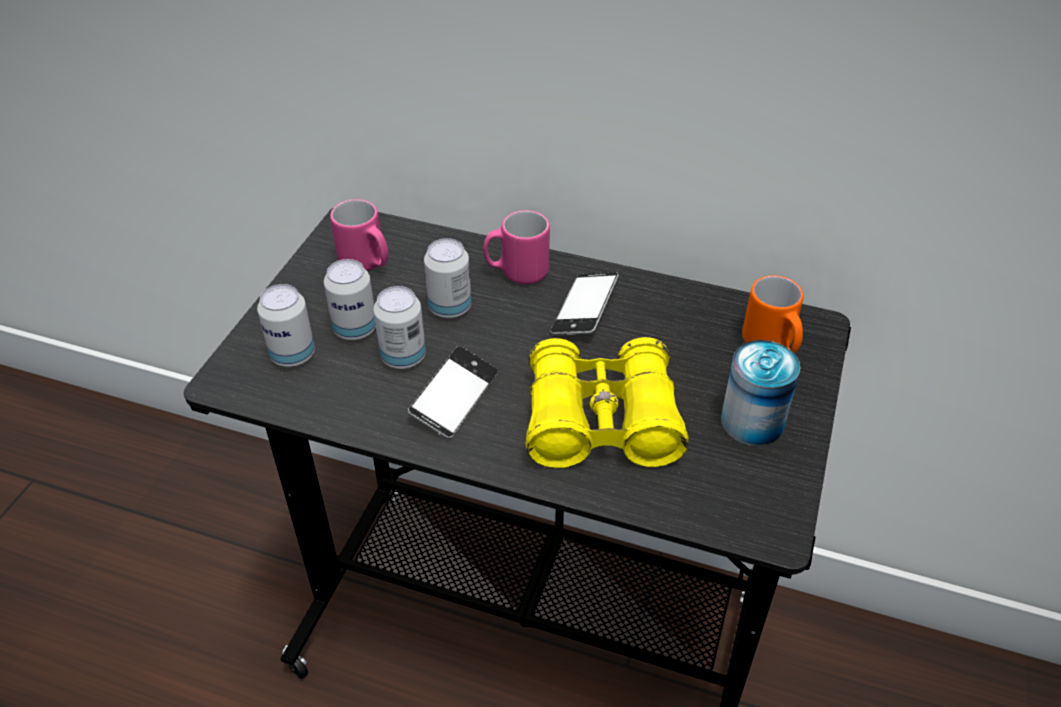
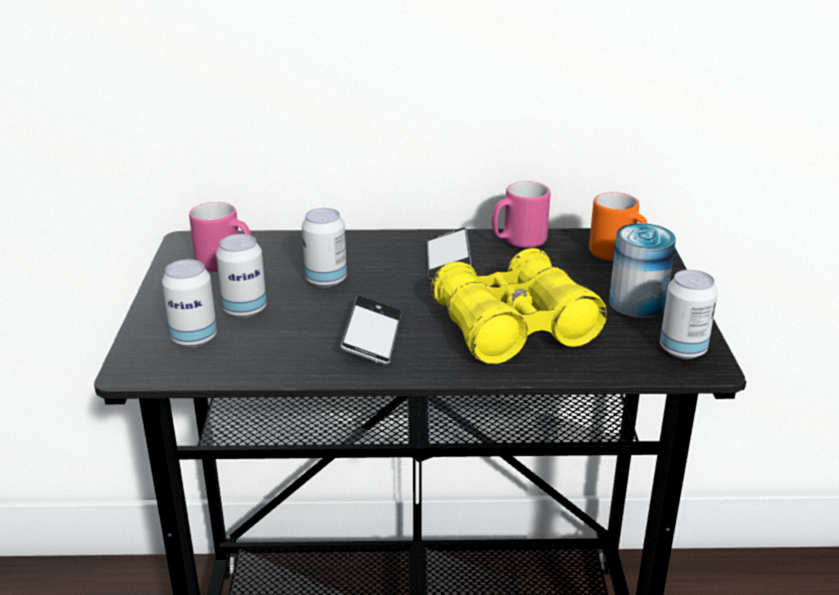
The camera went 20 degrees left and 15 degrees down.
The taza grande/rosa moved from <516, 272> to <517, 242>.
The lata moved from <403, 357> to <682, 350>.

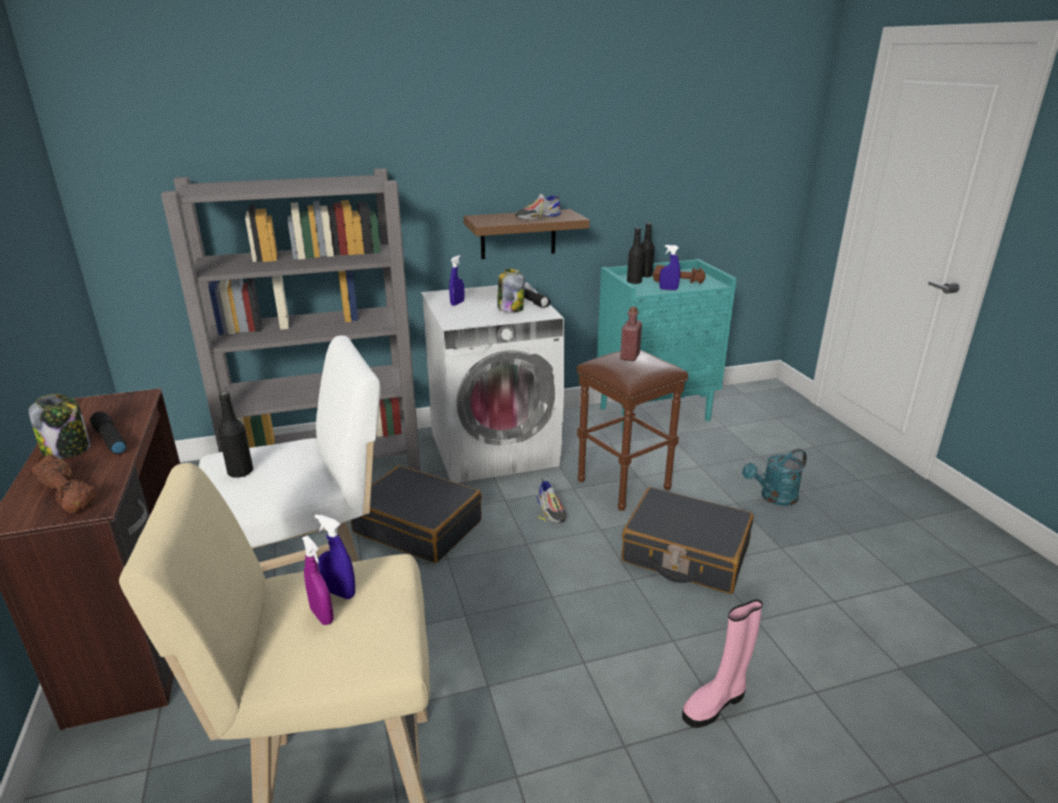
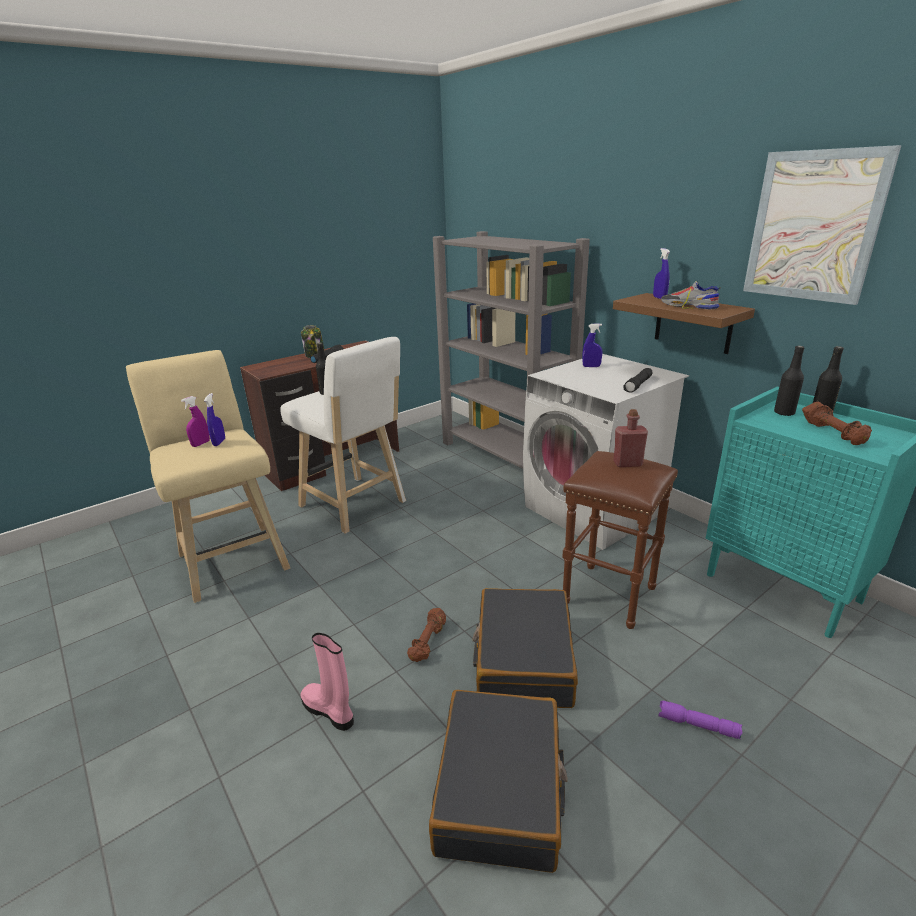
The camera went 70 degrees right and 0 degrees up.
The pulverizador/azul moved from <668, 289> to <659, 298>.
The tarro at <510, 309> disappeared.
The regadera/turquesa at <774, 498> was replaced by the linterna/morado at <697, 725>.
The mancuerna/marrón moved from <68, 495> to <428, 642>.
The maleta/negro moved from <418, 526> to <500, 789>.
The zapato at <551, 510> disappeared.
The cuadro at <813, 226> appeared.

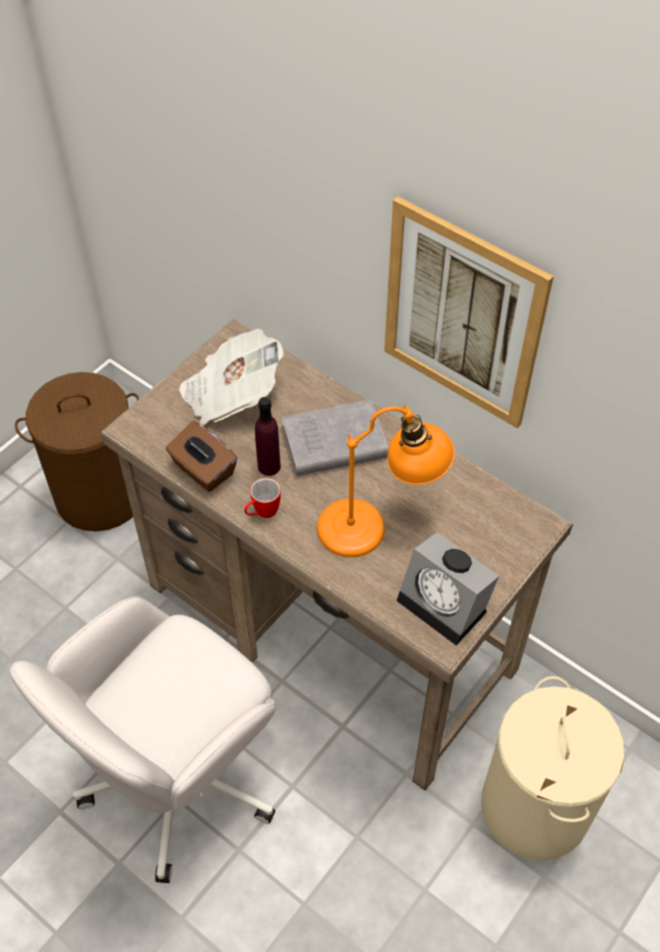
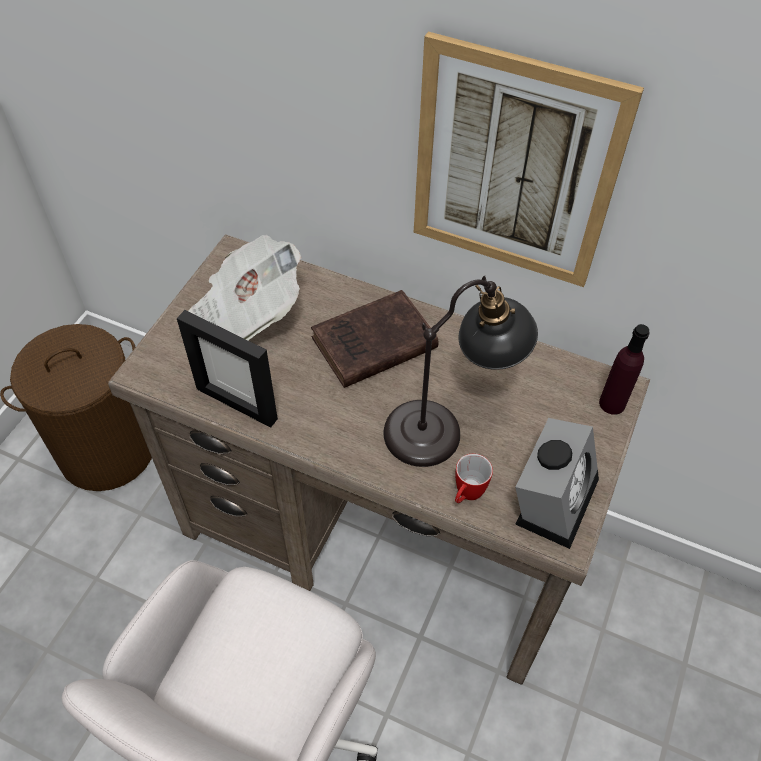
The camera went 15 degrees left and 0 degrees up.
The botella/morado moved from <269, 466> to <612, 403>.
The libro/gris at <331, 443> became the libro/marrón at <371, 345>.
The lámpara de mesa/naranja at <379, 520> became the lámpara de mesa/gris at <450, 418>.
The caja de pañuelos/marrón at <203, 470> was replaced by the portarretratos at <238, 402>.
The taza grande moved from <262, 513> to <466, 495>.
The despertador at <446, 604> turned 90 degrees counterclockwise.
The cesto de la ropa/beis at <535, 807> disappeared.

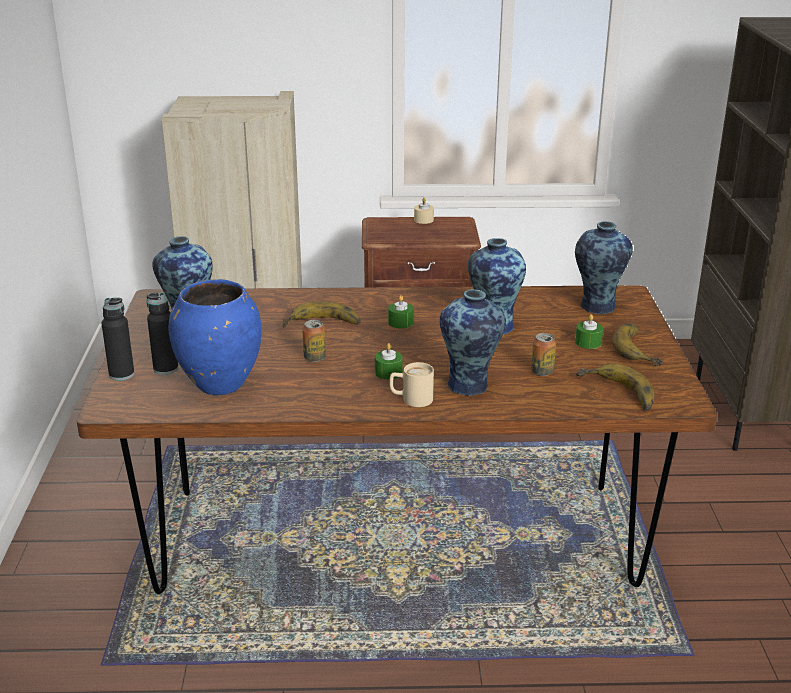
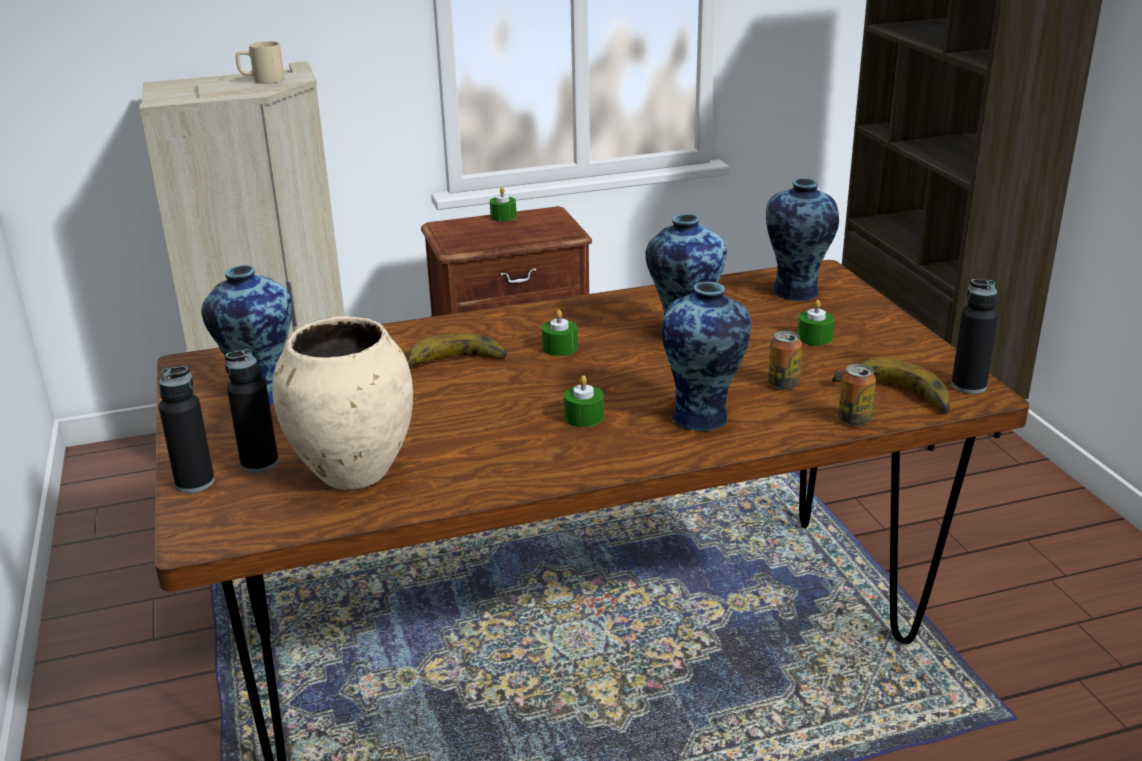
The camera went 15 degrees left and 0 degrees up.
The vela/beis at <423, 220> became the vela/verde at <503, 217>.
The florero/azul at <219, 385> became the florero/beis at <353, 474>.
The lata moved from <314, 358> to <854, 420>.
The plátano at <641, 349> disappeared.
The taza grande/beis moved from <411, 399> to <262, 80>.
The botella/negro at <968, 386> appeared.

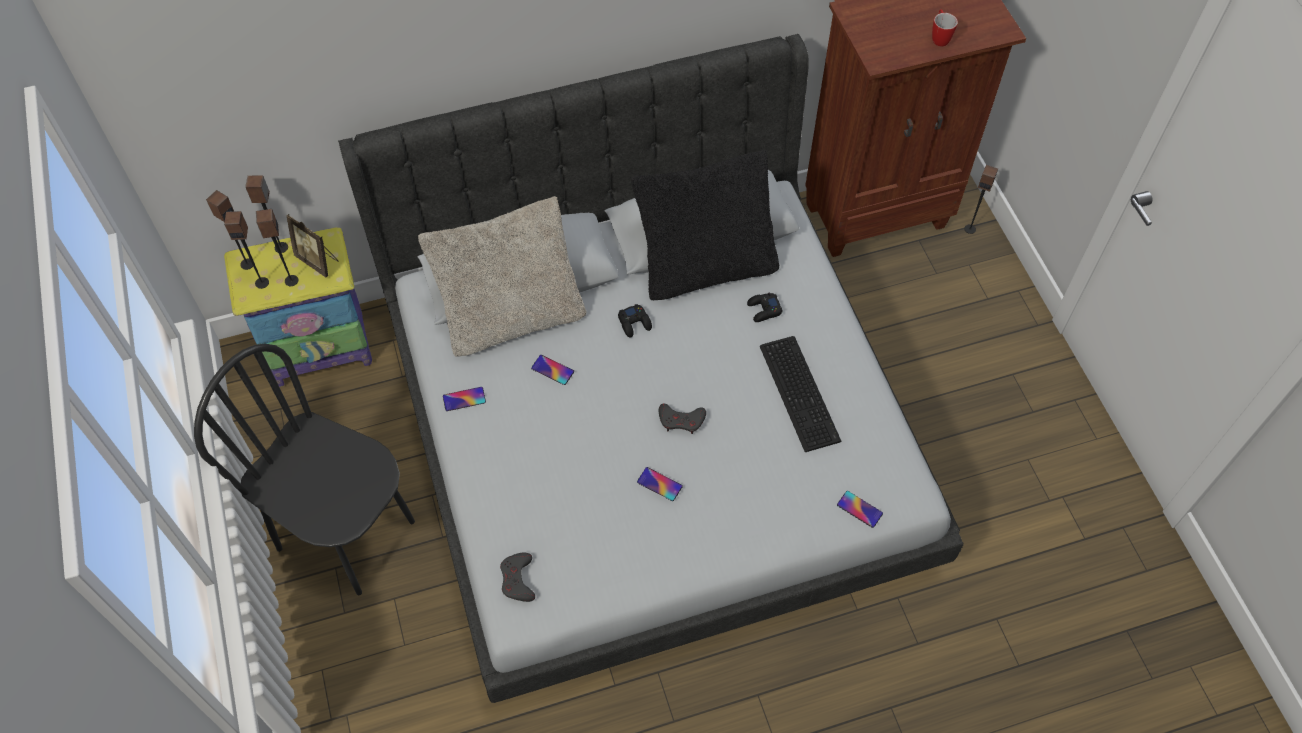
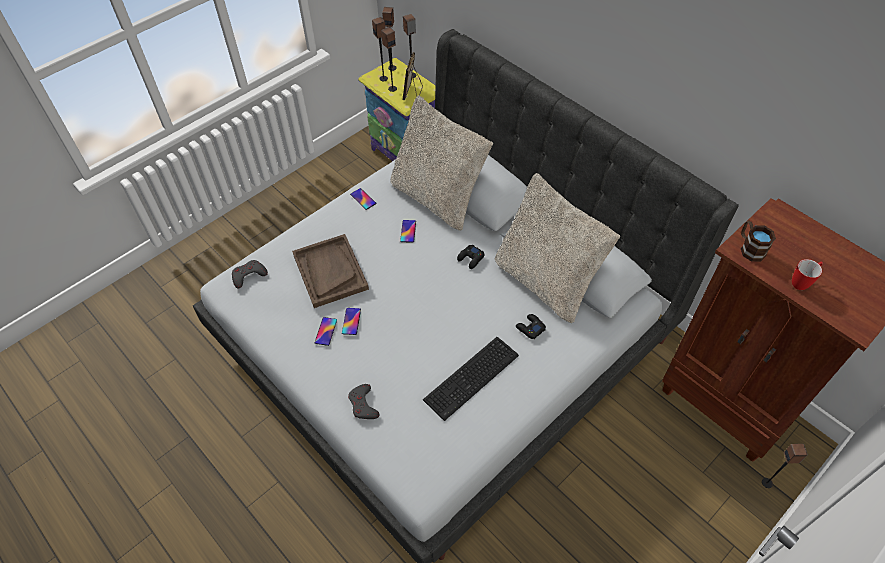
The camera went 65 degrees right and 5 degrees down.
The cojín/negro at <706, 264> became the cojín/beis at <546, 279>.
The silla/negro at <347, 534> disappeared.
The mando de consola/gris moved from <681, 420> to <363, 405>.
The móvil moved from <859, 509> to <326, 331>.
The taza grande/marrón at <749, 248> appeared.
The bandeja/marrón at <330, 271> appeared.

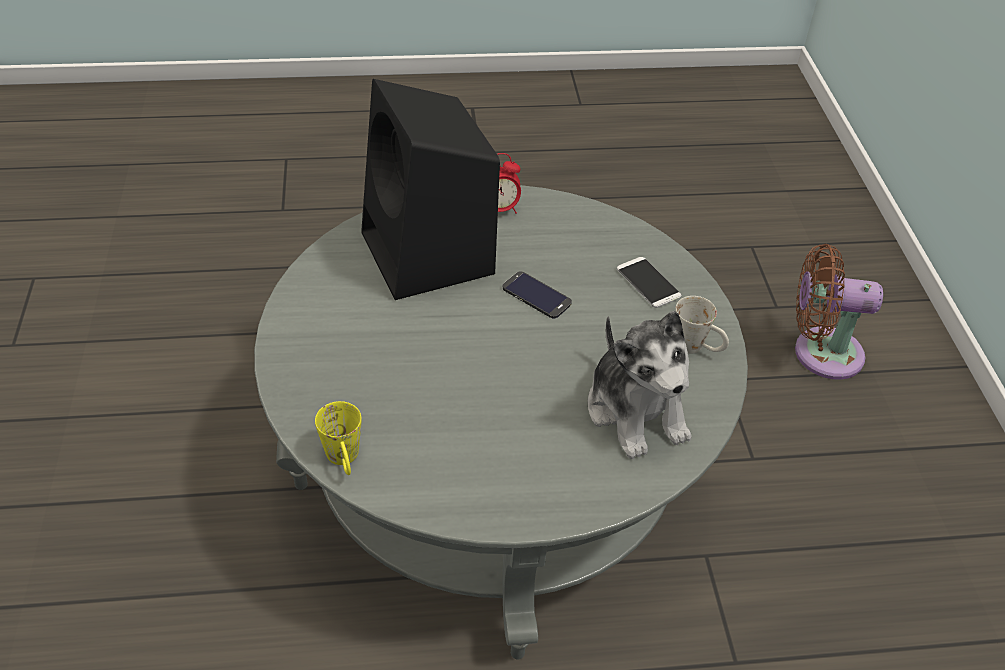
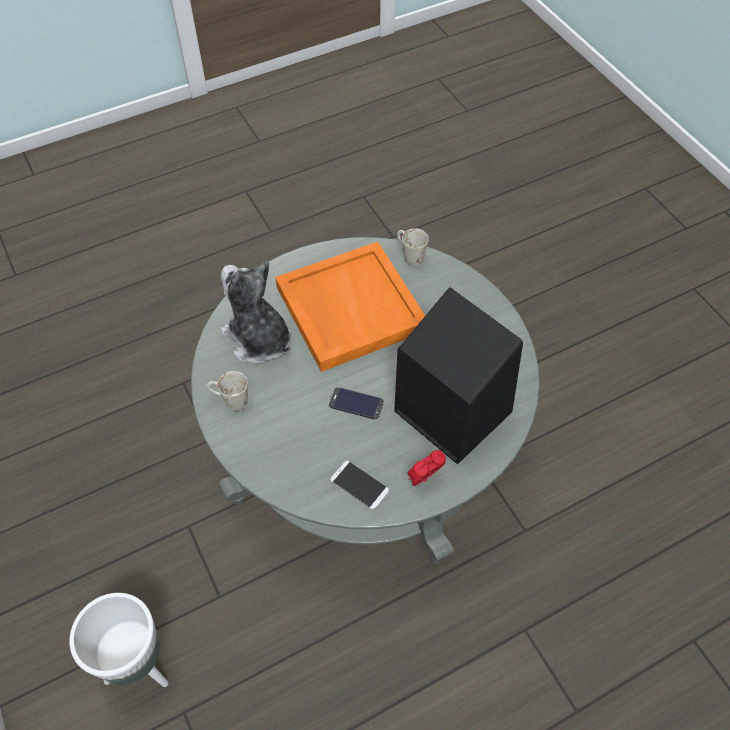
The camera went 160 degrees right and 10 degrees up.
The ventilador/marrón at <820, 352> was replaced by the maceta/blanco at <139, 665>.
The móvil moved from <648, 283> to <359, 485>.
The taza grande/amarillo at <345, 461> became the taza grande/blanco at <409, 255>.
The bandeja/naranja at <349, 308> appeared.

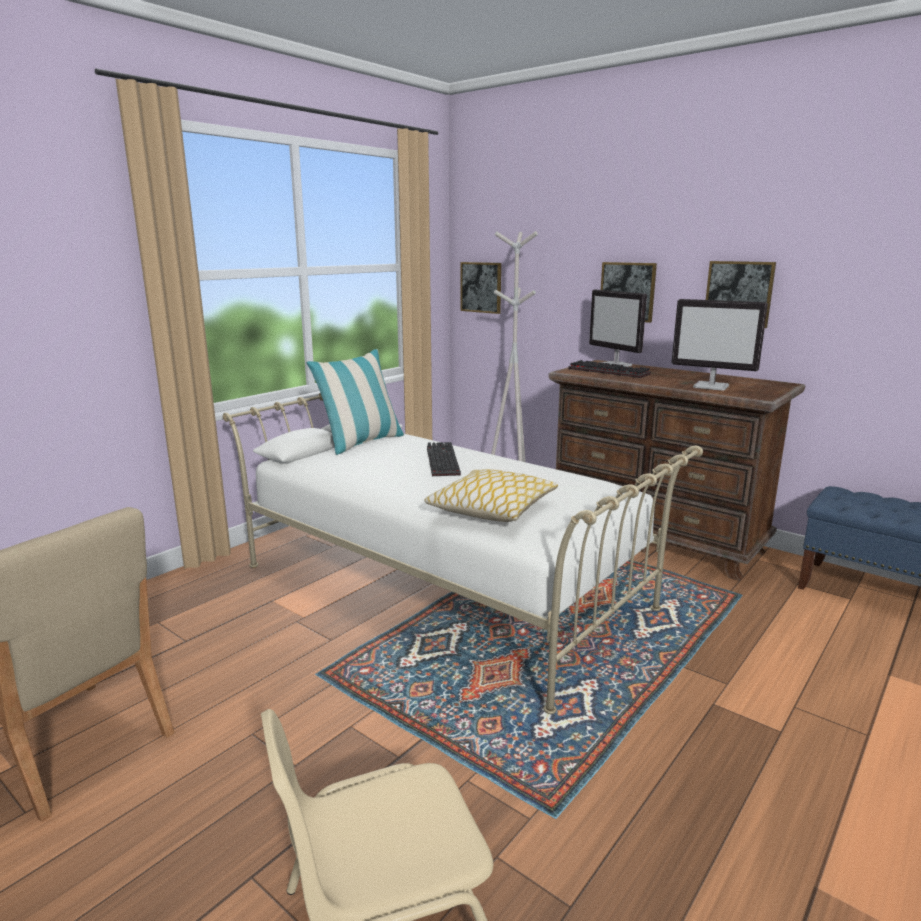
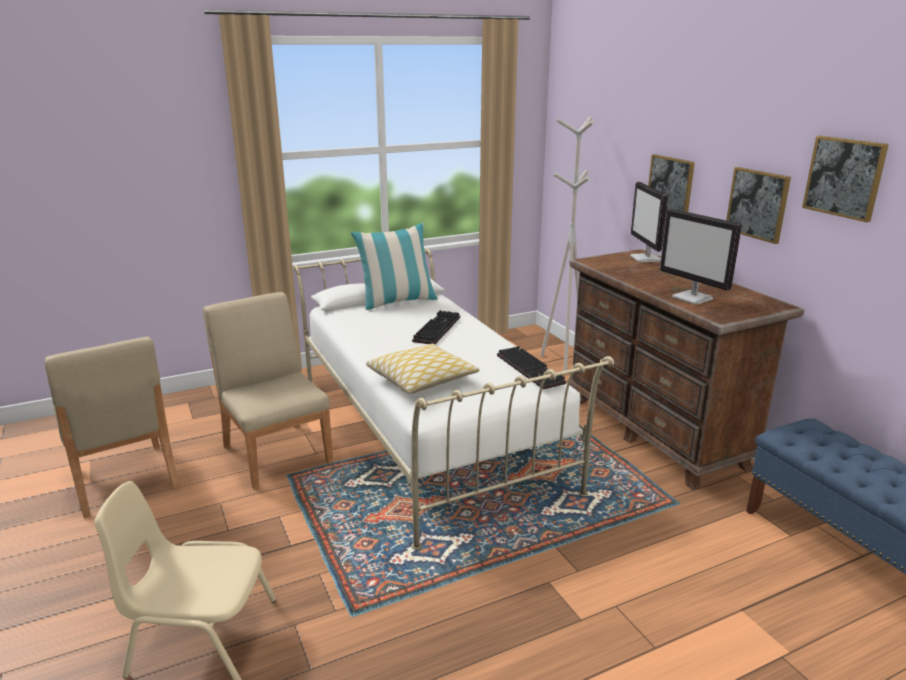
The camera went 25 degrees right and 5 degrees up.
The cuadro moved from <481, 287> to <844, 177>.
The teclado moved from <610, 371> to <532, 369>.
The silla/beis at <277, 453> appeared.

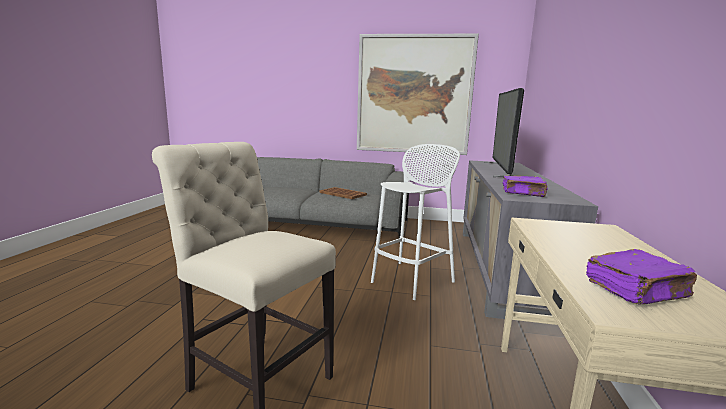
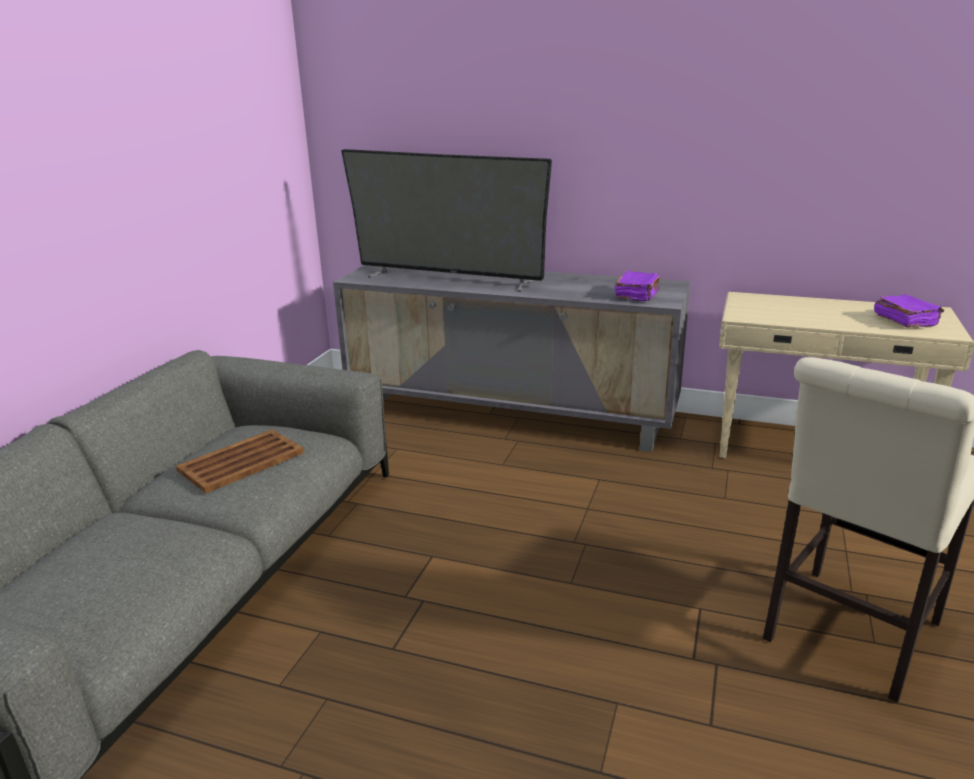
The camera went 80 degrees left and 10 degrees up.
The cuadro at <414, 95> disappeared.
The taburete/blanco at <411, 280> disappeared.

